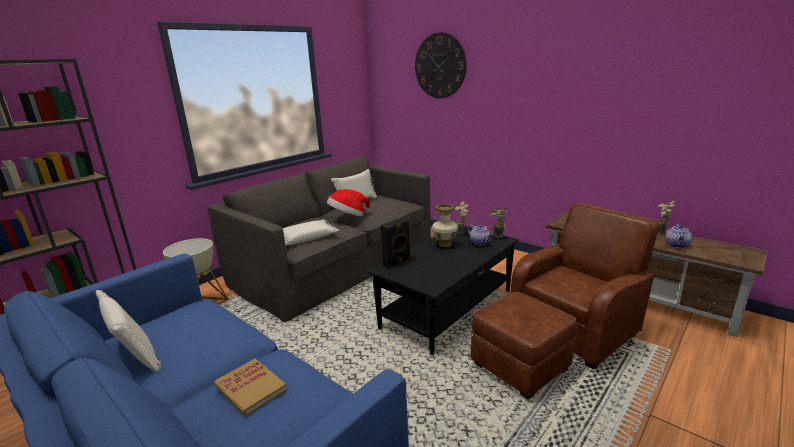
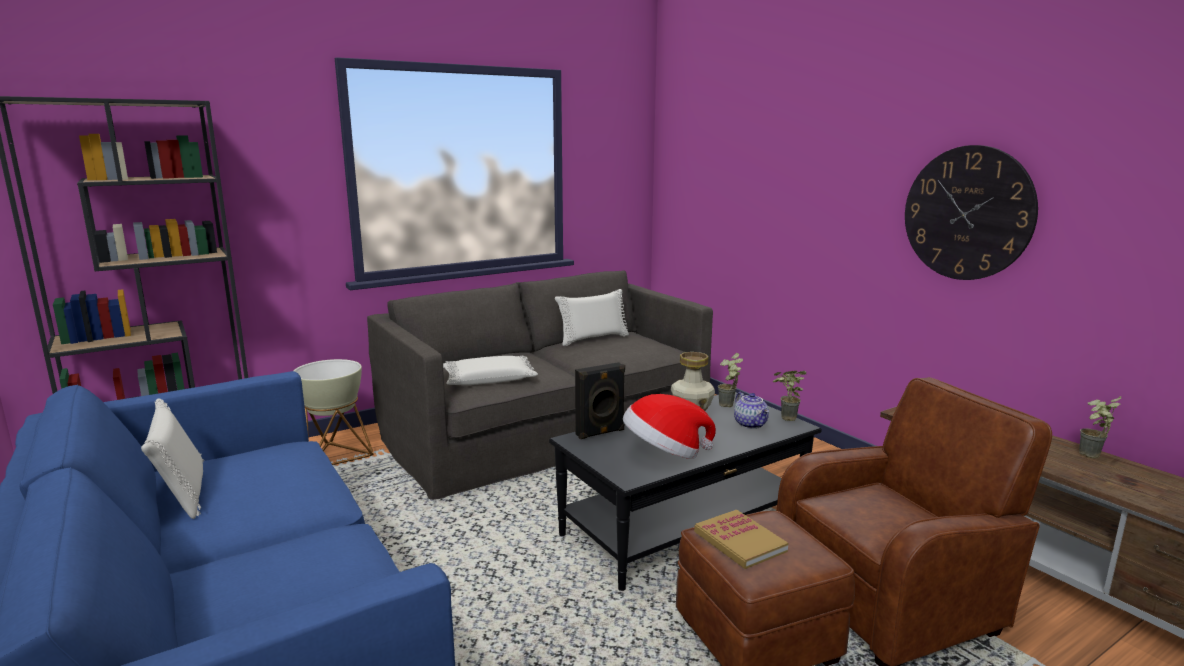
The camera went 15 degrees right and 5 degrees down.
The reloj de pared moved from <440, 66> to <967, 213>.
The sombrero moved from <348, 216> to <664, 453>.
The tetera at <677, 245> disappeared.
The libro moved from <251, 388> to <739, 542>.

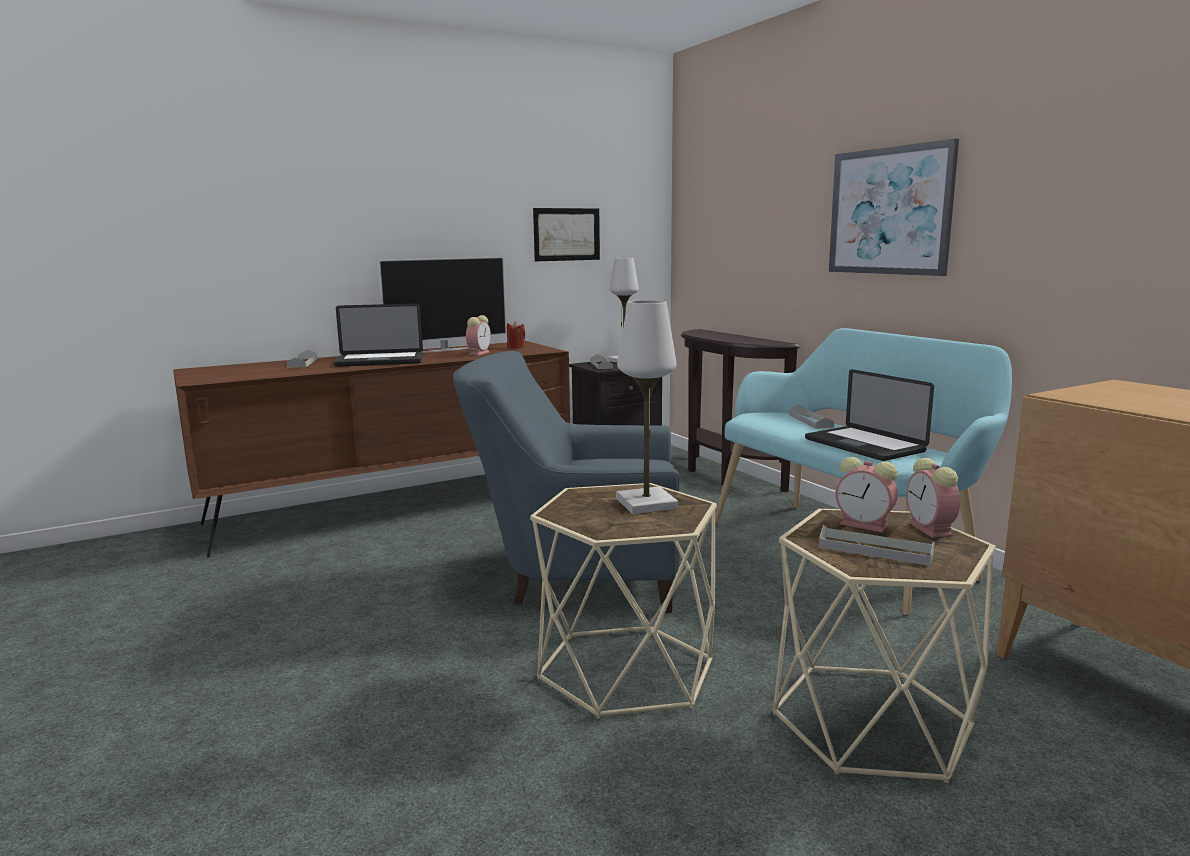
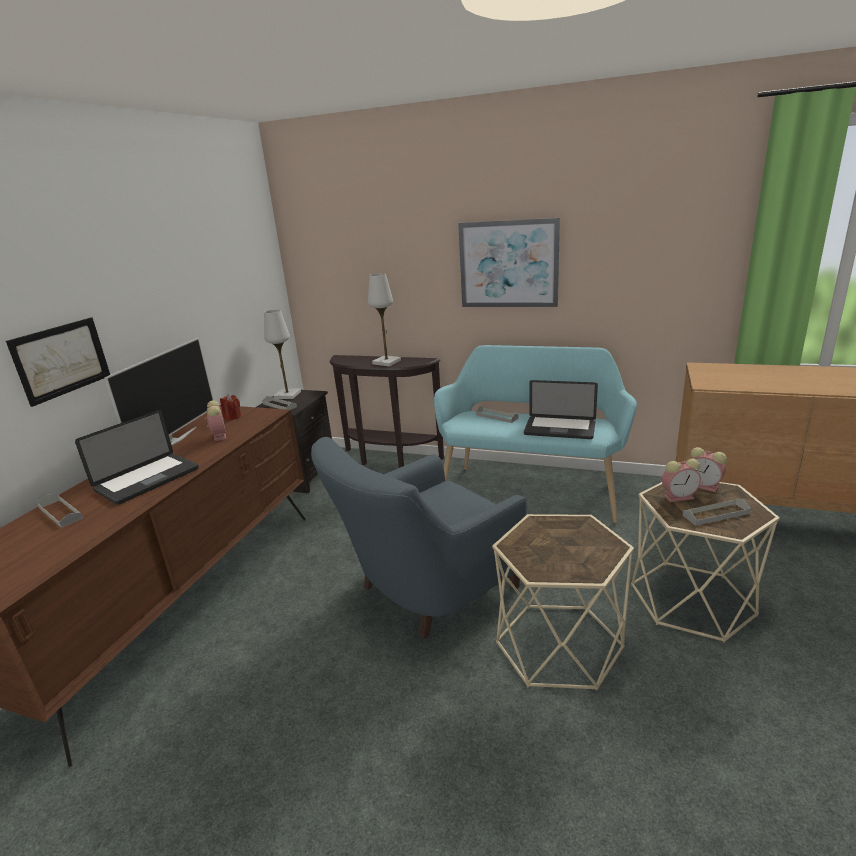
The camera went 40 degrees left and 10 degrees up.
The cuadro moved from <566, 234> to <61, 359>.
The lámpara de mesa/blanco moved from <646, 503> to <387, 362>.

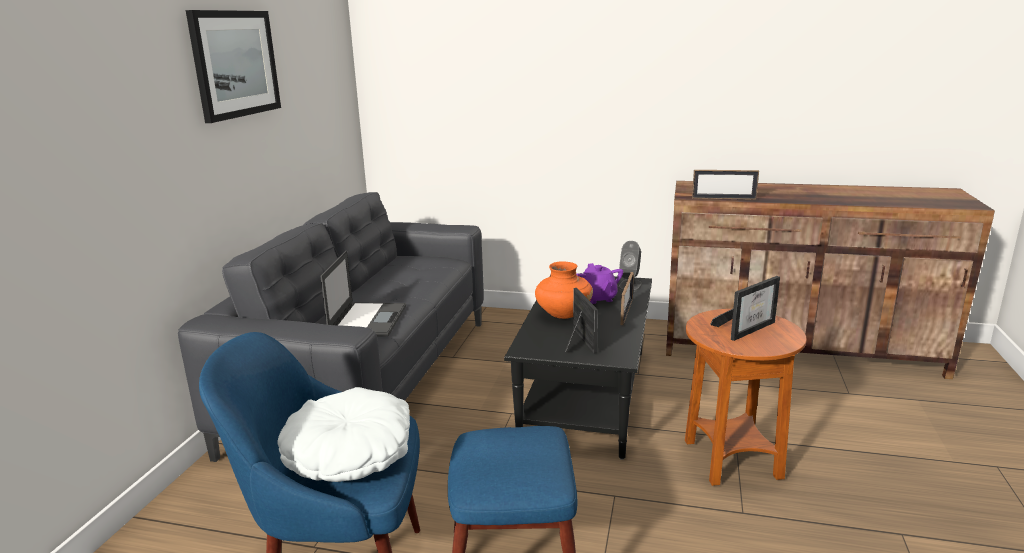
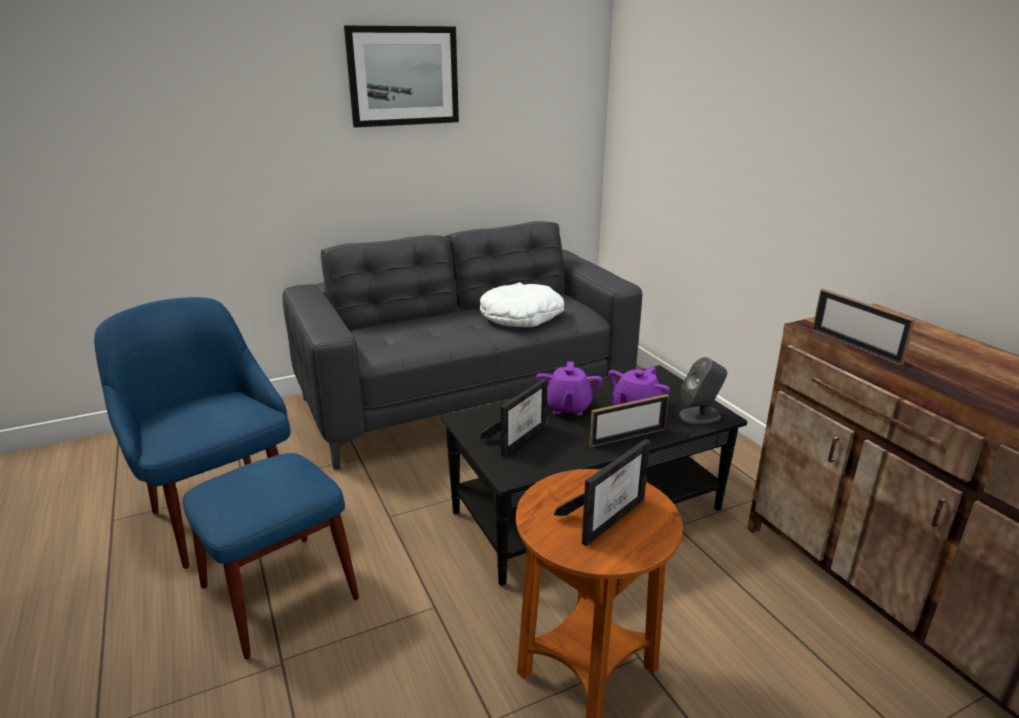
The camera went 50 degrees right and 5 degrees up.
The portátil at <368, 319> disappeared.
The florero/naranja at <563, 314> was replaced by the tetera/morado at <567, 407>.
The portarretratos at <748, 328> turned 60 degrees counterclockwise.
The cojín/blanco moved from <347, 452> to <519, 317>.

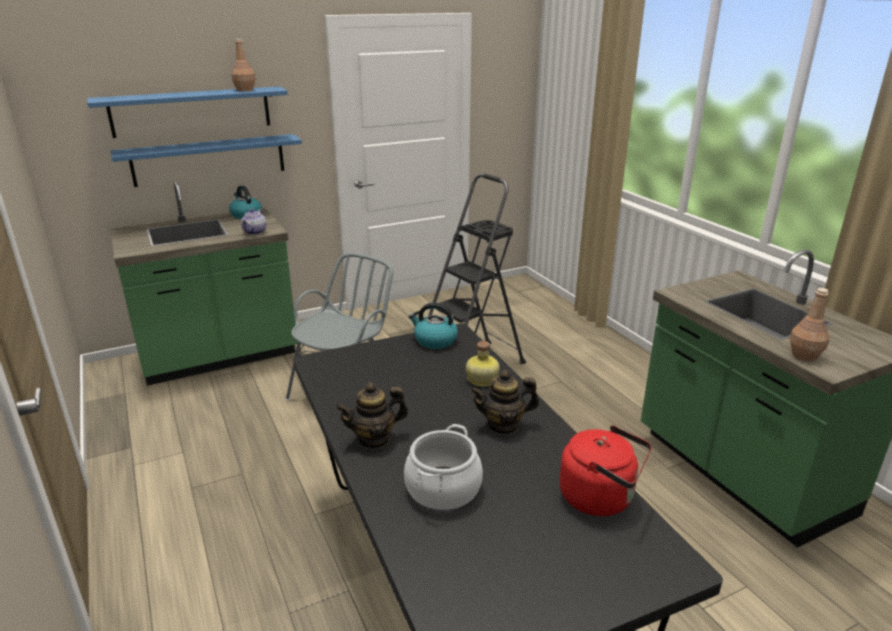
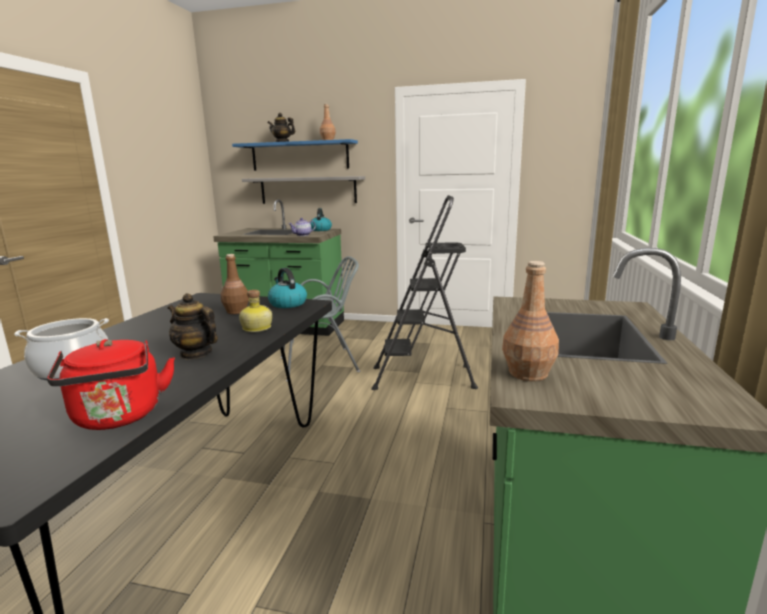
The camera went 40 degrees right and 10 degrees down.
The estante/azul at <209, 160> became the estante/gris at <308, 190>.
The tetera moved from <374, 439> to <282, 142>.
The botella/marrón at <236, 311> appeared.

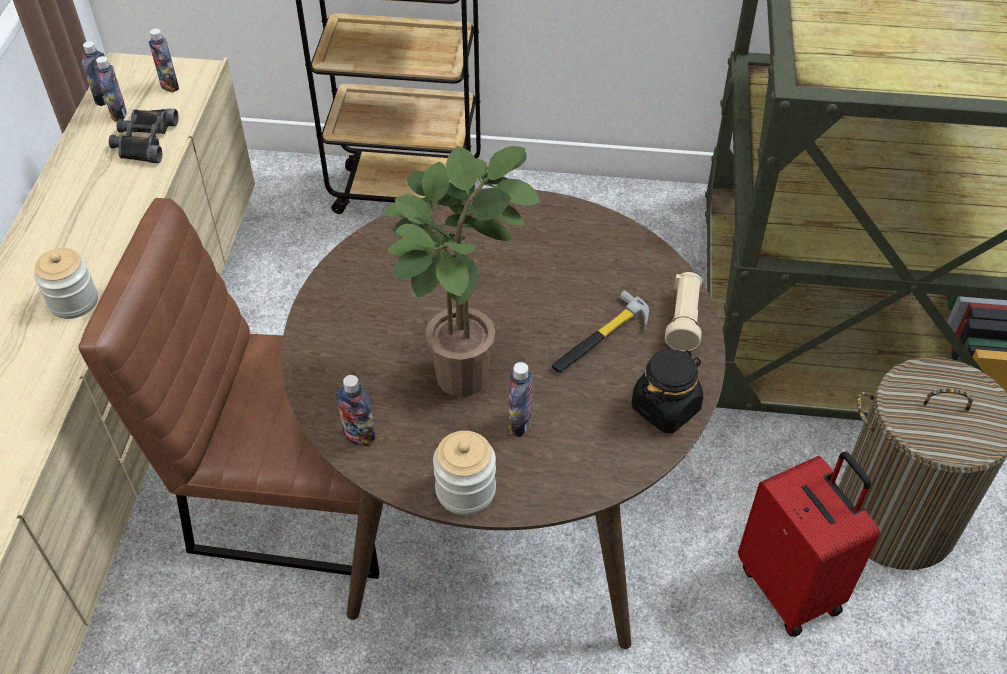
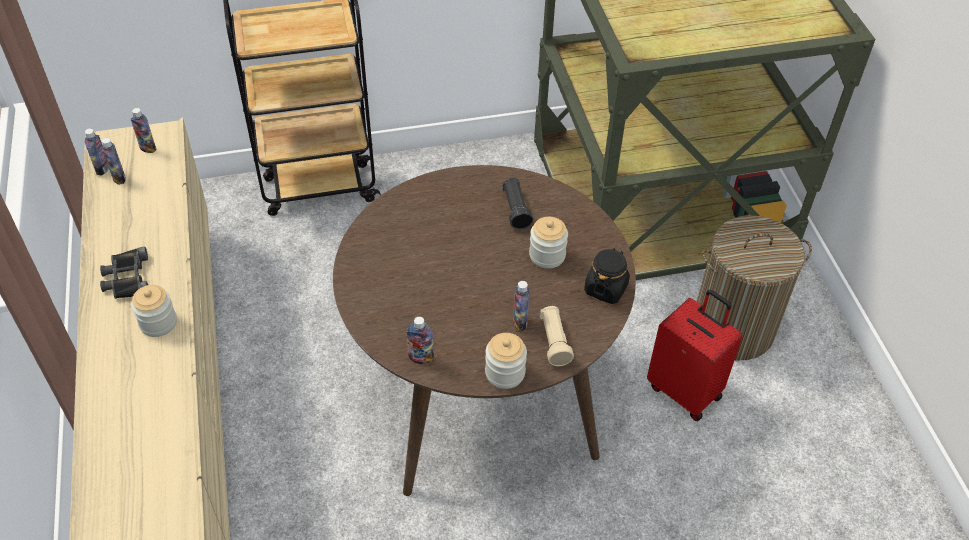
The camera went 20 degrees left and 0 degrees up.
The prismáticos/negro moved from <144, 141> to <127, 278>.
The planta en maceta at <461, 368> disappeared.
The silla/marrón at <296, 494> disappeared.
The linterna/beis moved from <684, 320> to <554, 341>.
The martillo at <600, 339> was replaced by the tarro at <547, 255>.
The linterna/negro at <516, 209> appeared.

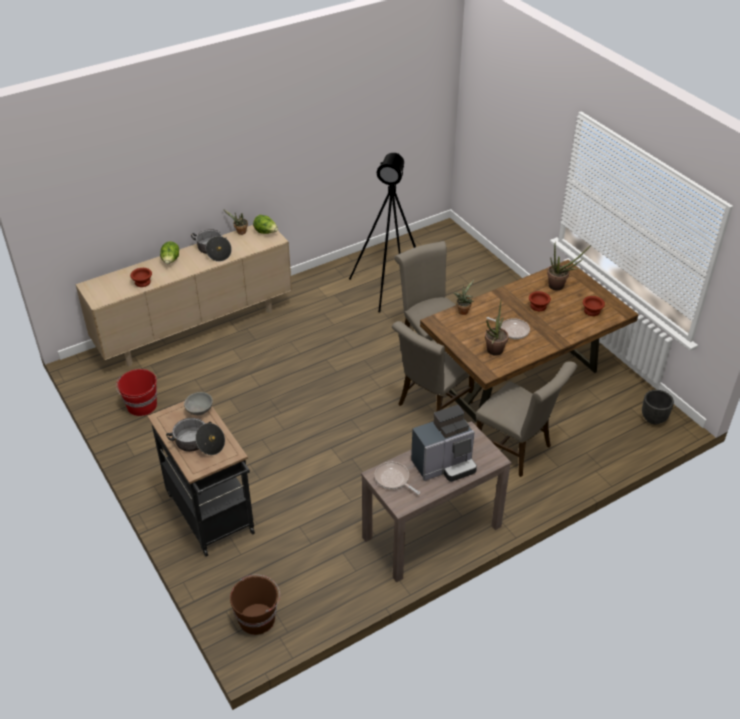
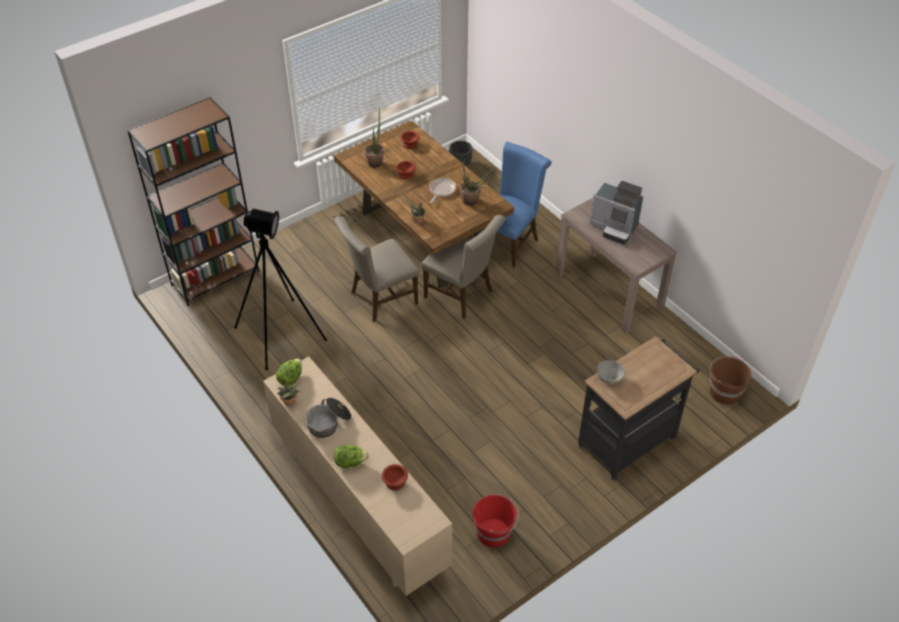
The camera went 95 degrees left and 5 degrees up.
The silla/beis at <517, 450> became the silla/azul at <508, 242>.
The cafetera at <444, 465> turned 150 degrees clockwise.
The olla at <198, 443> disappeared.
The sartén at <393, 479> disappeared.
The estantería/marrón at <215, 278> appeared.

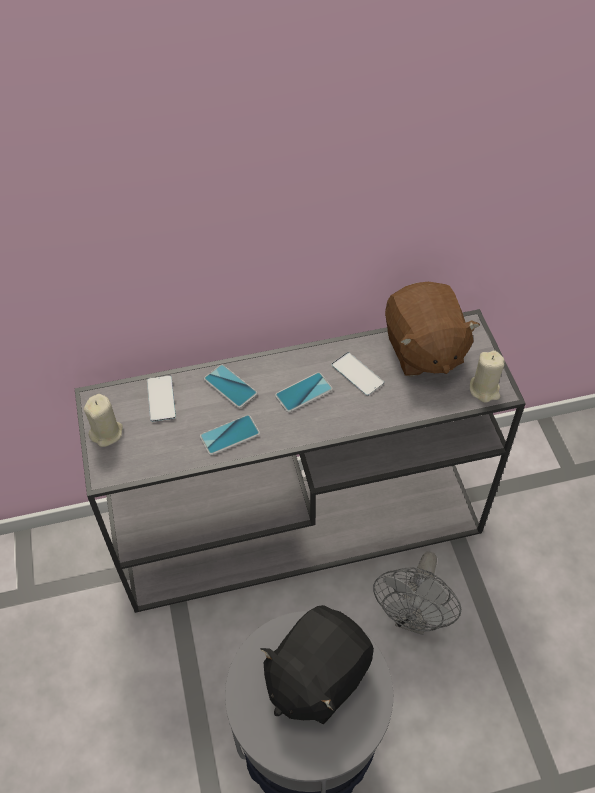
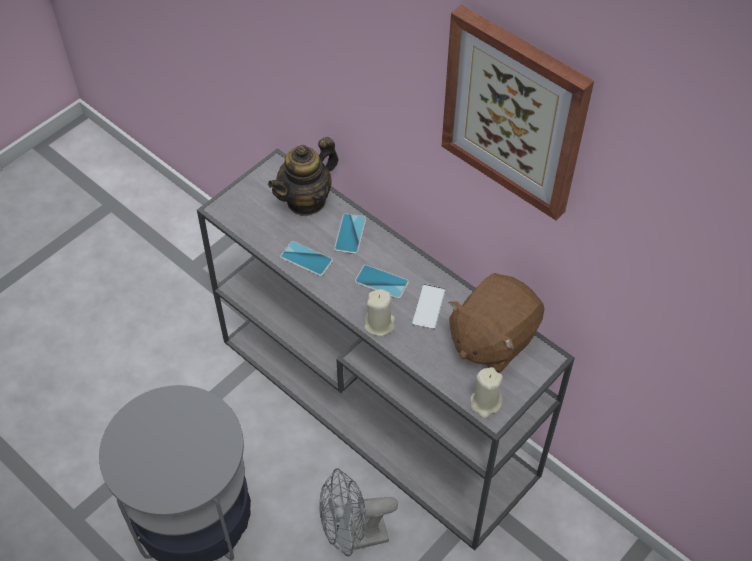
The camera went 55 degrees right and 0 degrees up.
The móvil at <161, 398> was replaced by the tetera at <306, 200>.
The vela/beis moved from <107, 433> to <379, 324>.
The peluche/negro at <316, 676> disappeared.
The cuadro at <515, 112> appeared.

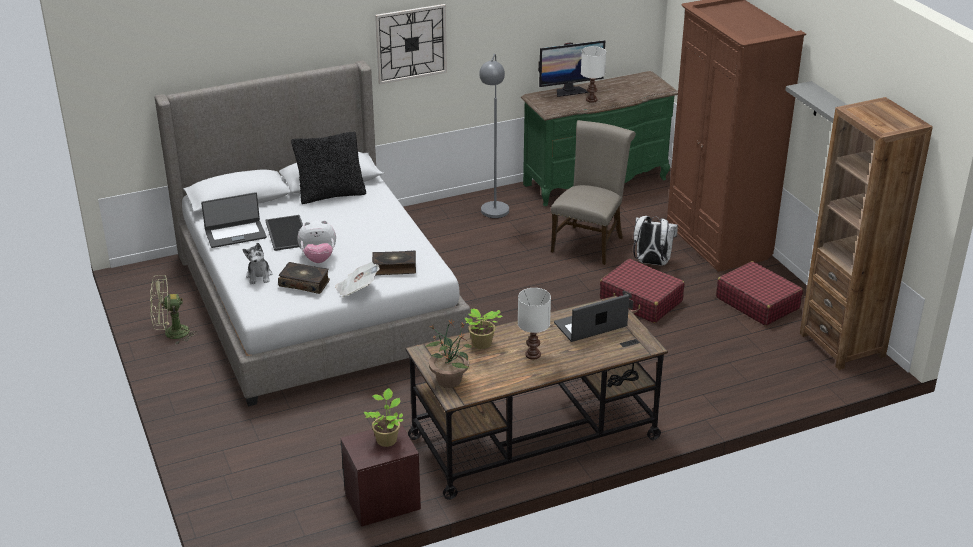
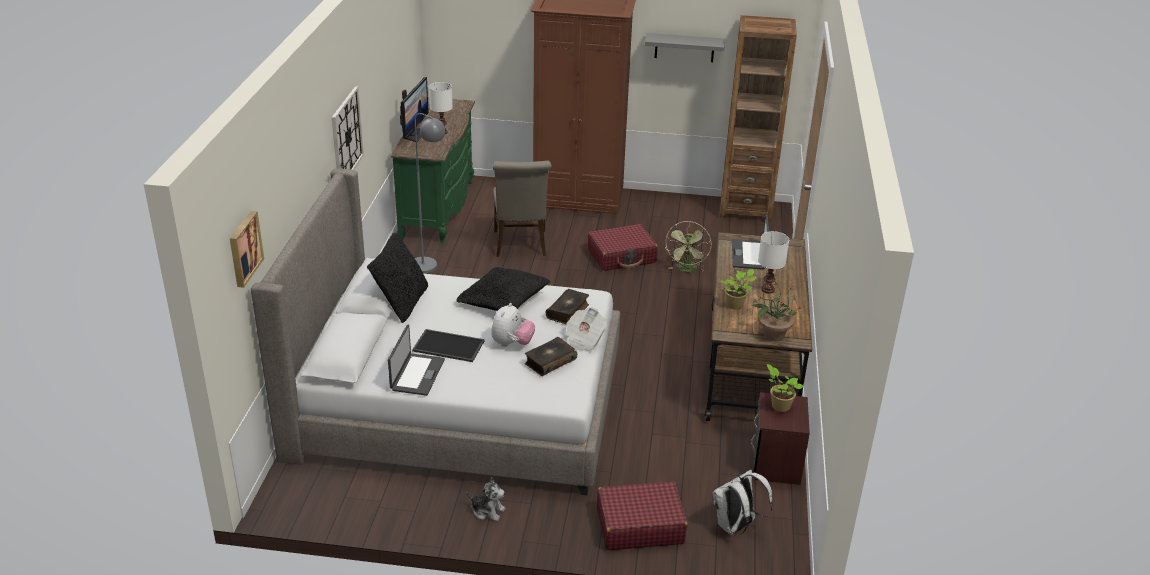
The camera went 60 degrees left and 0 degrees up.
The silla/beis at <589, 242> turned 150 degrees counterclockwise.
The mochila/blanco moved from <651, 262> to <736, 527>.
The peluche moved from <259, 276> to <487, 510>.
The maleta/rojo moved from <757, 303> to <639, 525>.
The ventilador/verde moved from <171, 334> to <687, 270>.
The cuadro at <244, 248> appeared.
The cojín/negro at <503, 300> appeared.

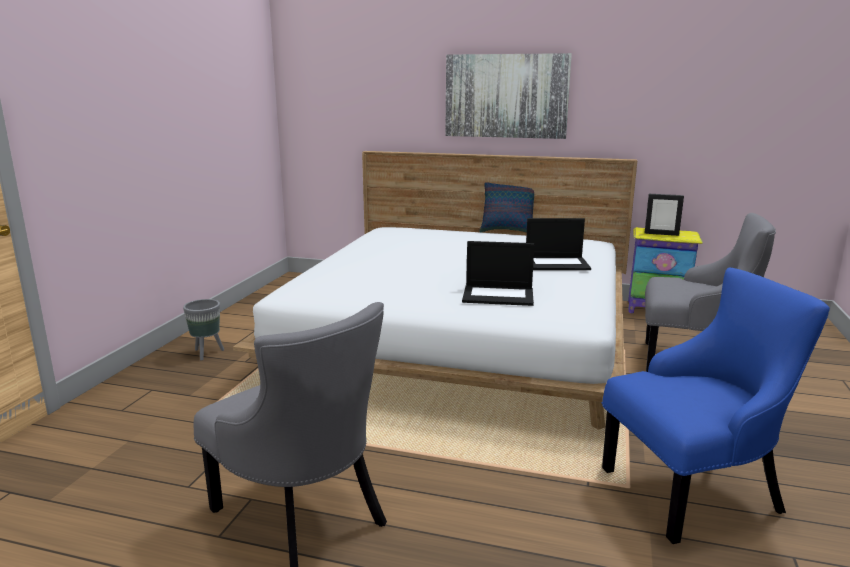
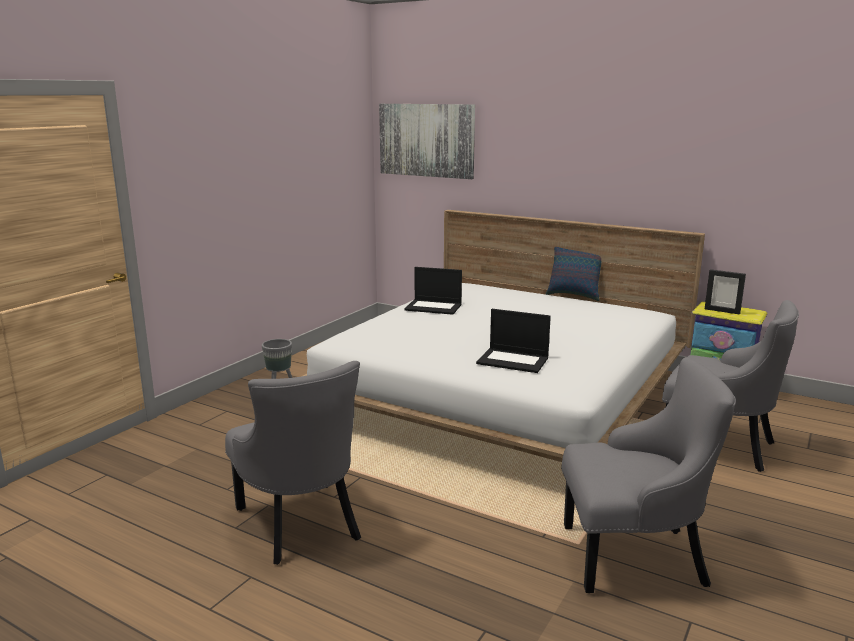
The camera went 15 degrees right and 0 degrees up.
The cuadro moved from <506, 96> to <426, 140>.
The portátil moved from <557, 264> to <434, 307>.
The silla/azul at <690, 494> became the silla/gris at <630, 558>.

